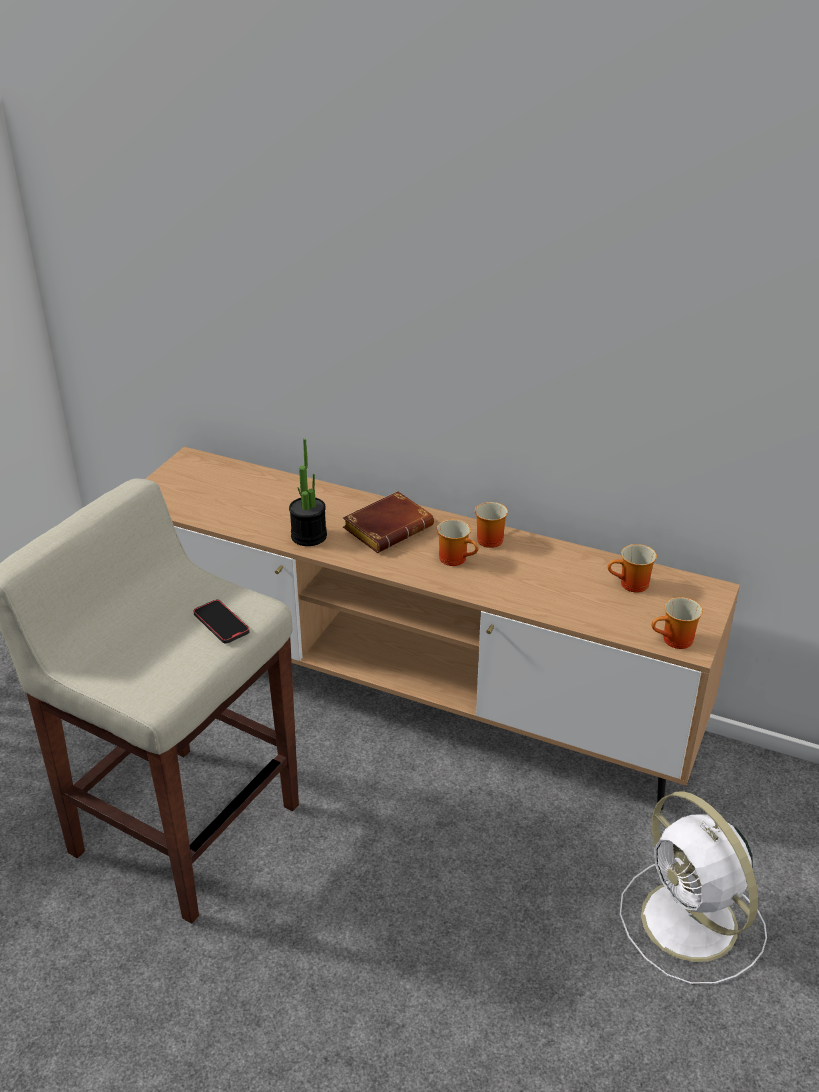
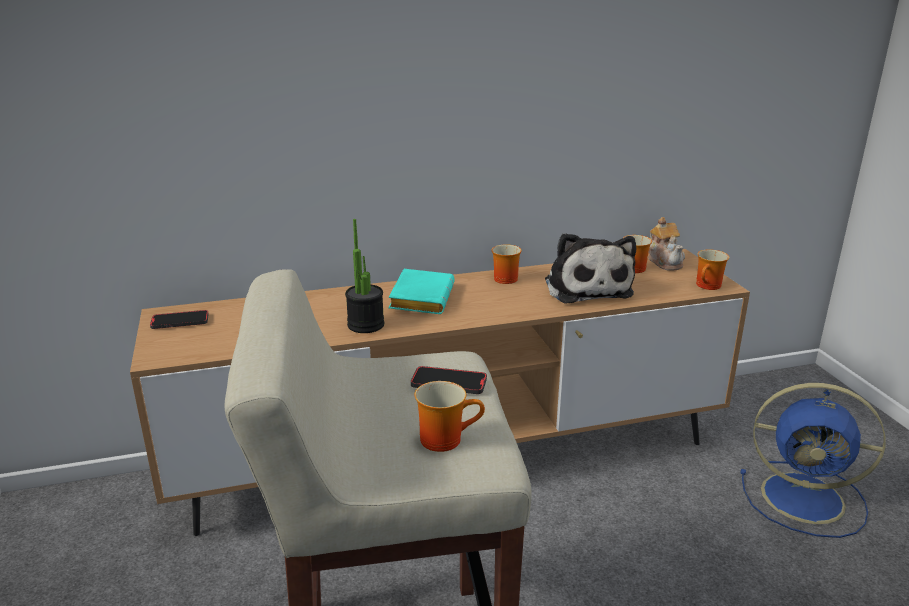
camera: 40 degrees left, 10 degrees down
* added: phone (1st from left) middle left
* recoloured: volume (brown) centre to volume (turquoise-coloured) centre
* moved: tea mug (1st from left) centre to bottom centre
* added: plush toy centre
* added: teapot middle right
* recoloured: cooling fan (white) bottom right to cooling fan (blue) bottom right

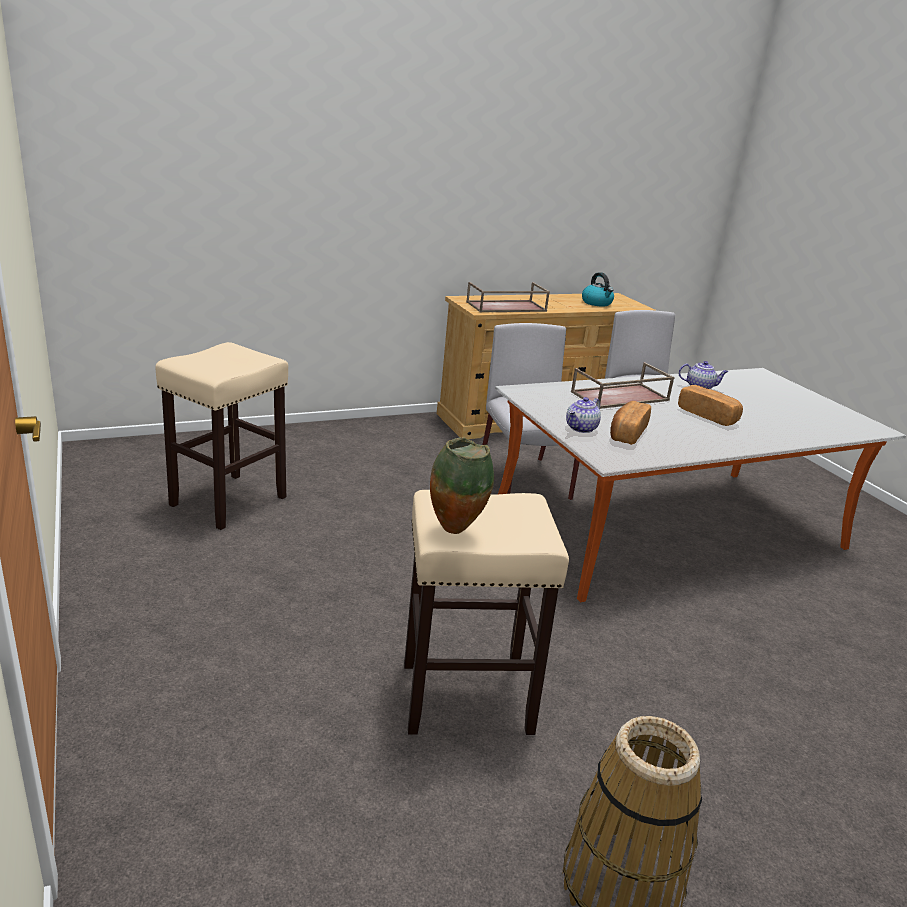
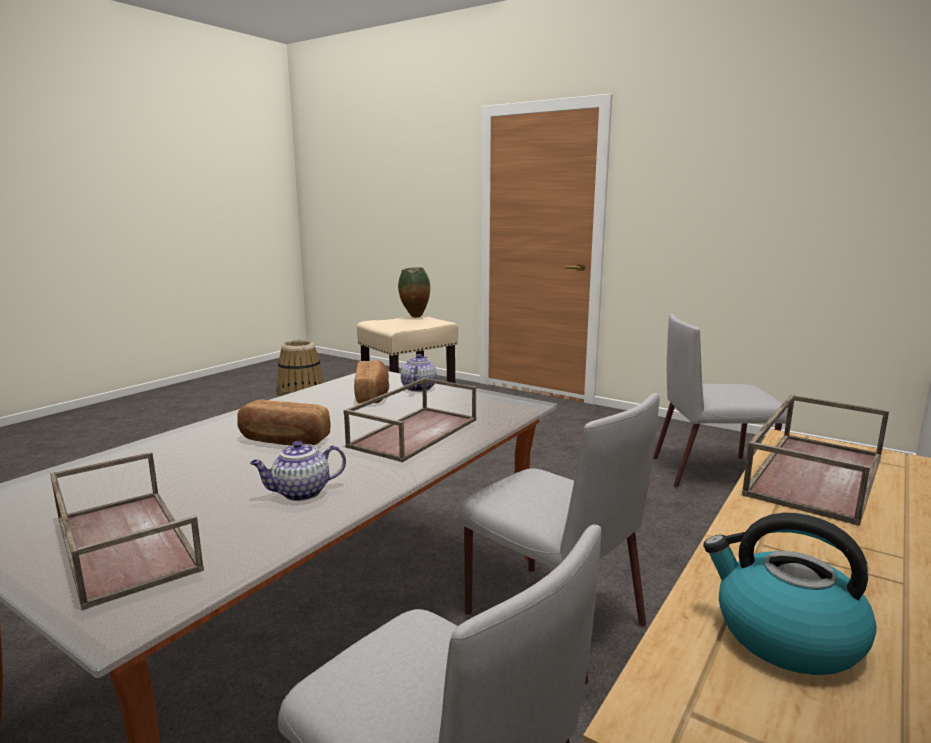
camera: 150 degrees right, 10 degrees down
* added: tray (brown) (1st from left) bottom left
* replaced: sitting stool (sand-coloured) (1st from left) middle left to upright chair (grey) (3rd from left) middle right

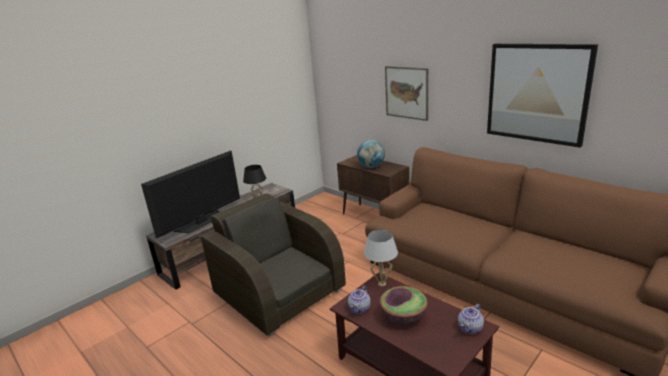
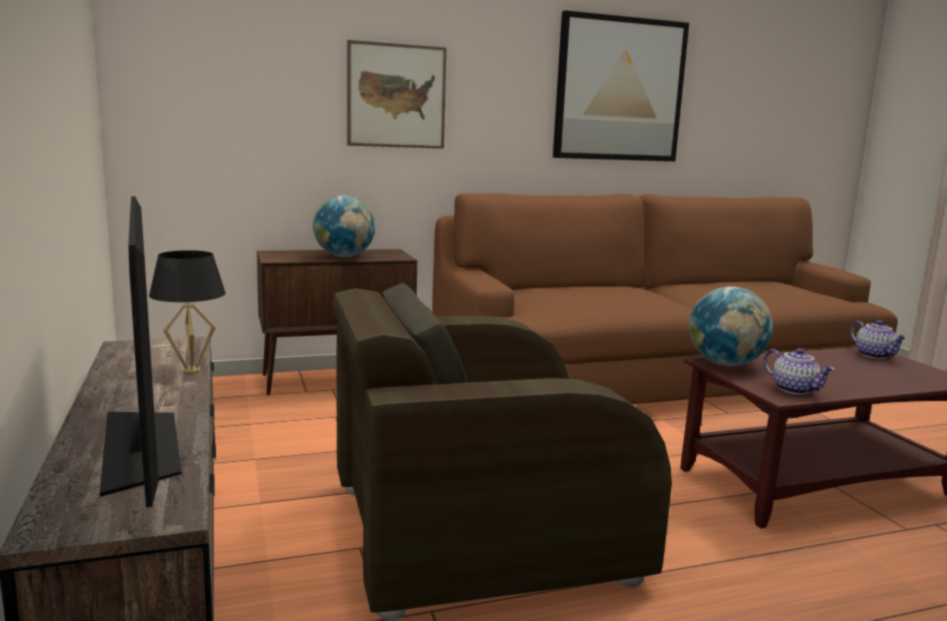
camera: 65 degrees left, 10 degrees down
* replaced: lamp for a table (white) bottom centre to globe (2nd from left) middle right
* removed: bowl bottom centre

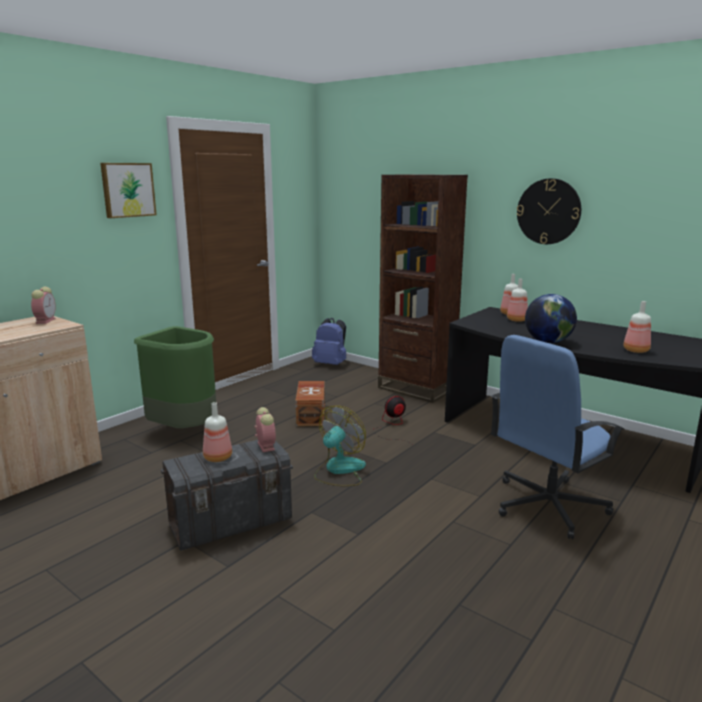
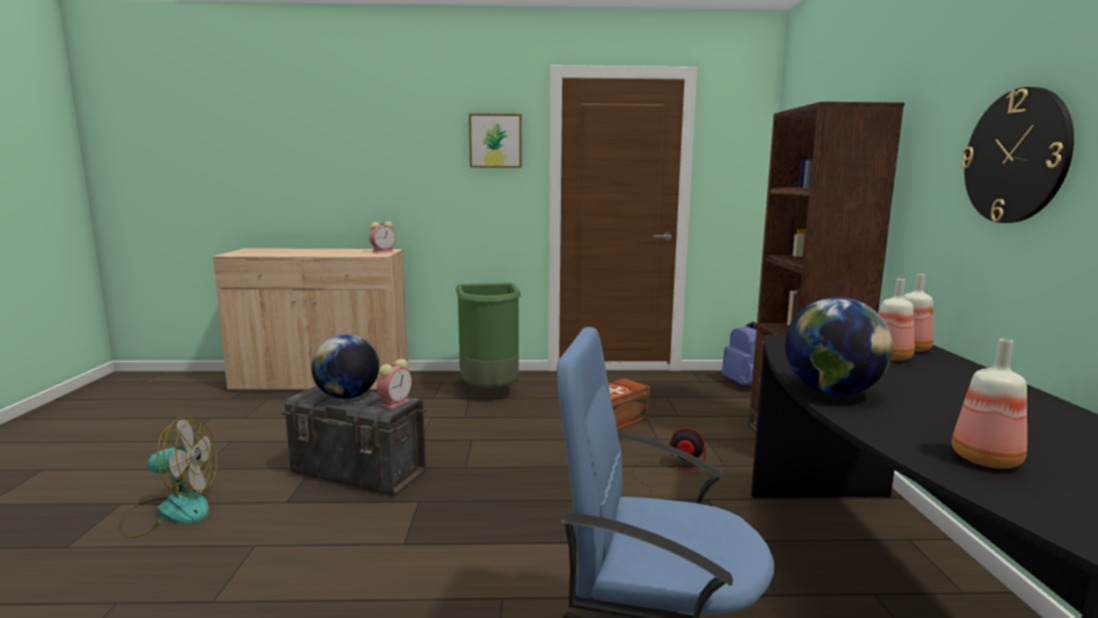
camera: 50 degrees right, 5 degrees down
* moved: cooling fan (1st from left) centre to bottom left
* replaced: drink bottle (1st from left) middle left to globe (1st from left) middle left

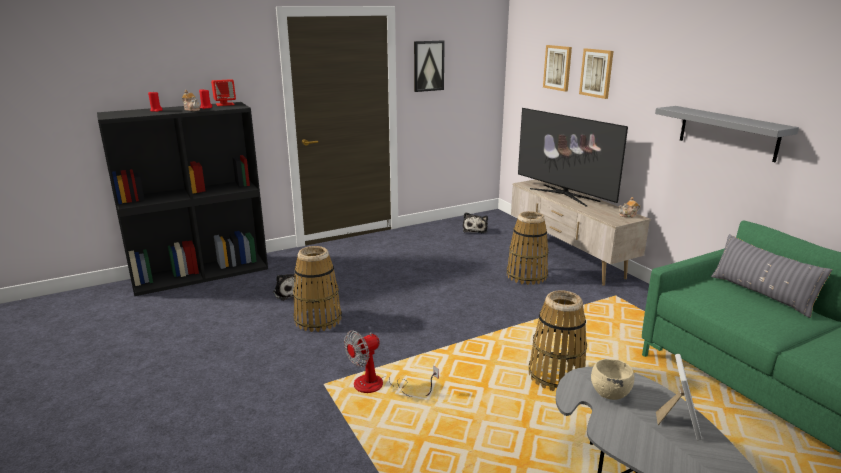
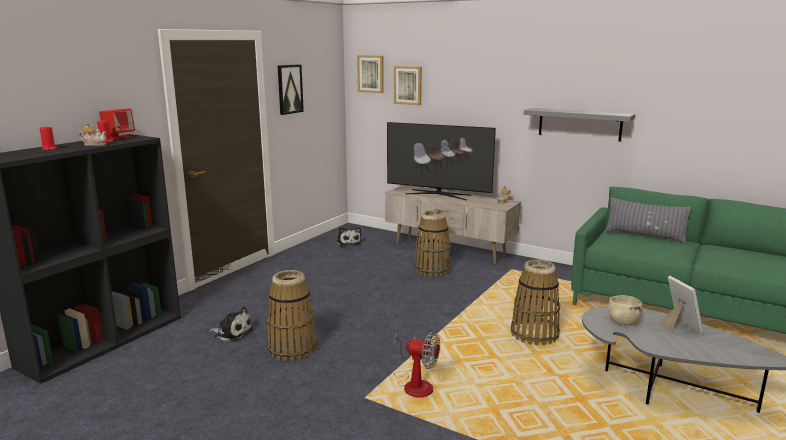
camera: 30 degrees left, 5 degrees down
* moved: wall picture (3rd from left in the first image) top right to wall picture (2nd from left) top centre
* turned: cooling fan bottom centre = bottom centre 90 degrees counterclockwise

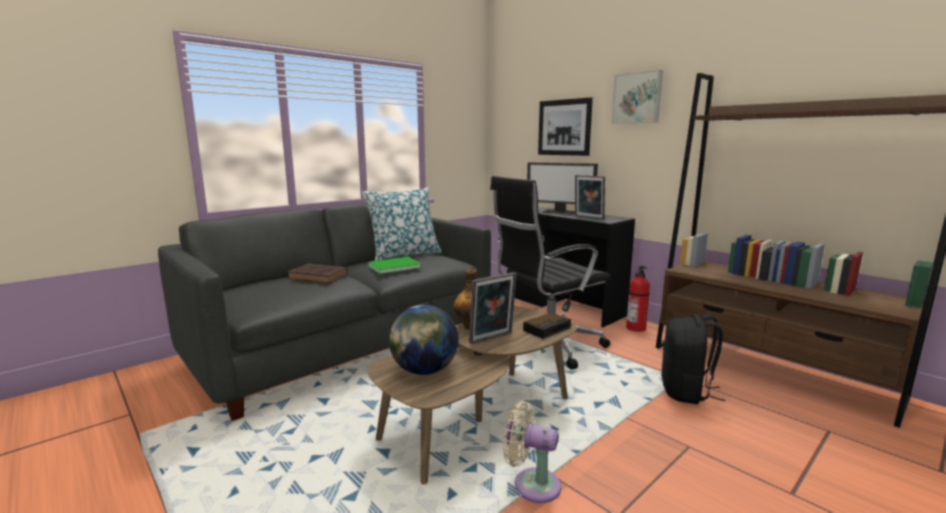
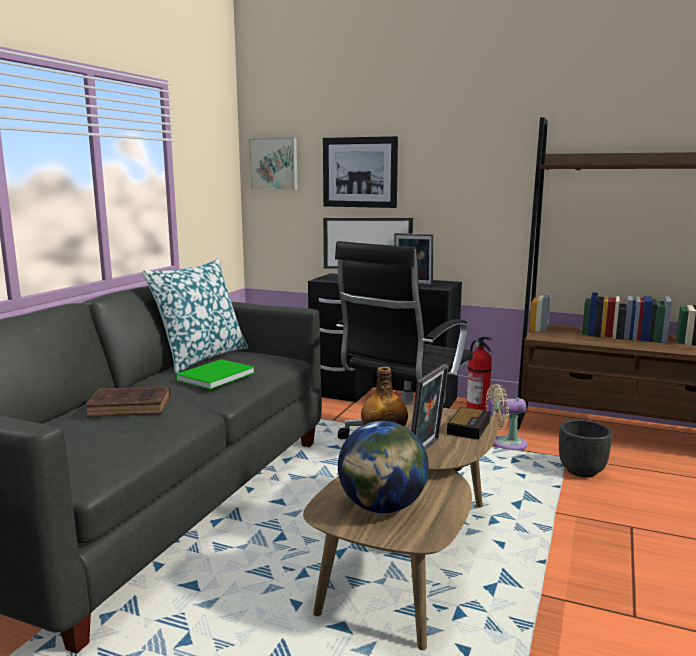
camera: 25 degrees left, 0 degrees up
* moved: wall picture (2nd from left in the first image) top right to wall picture (1st from left) top centre
* moved: cooling fan (sand-coloured) bottom centre to middle right
* replaced: knapsack (blackish) bottom right to plant pot (blackish) bottom right

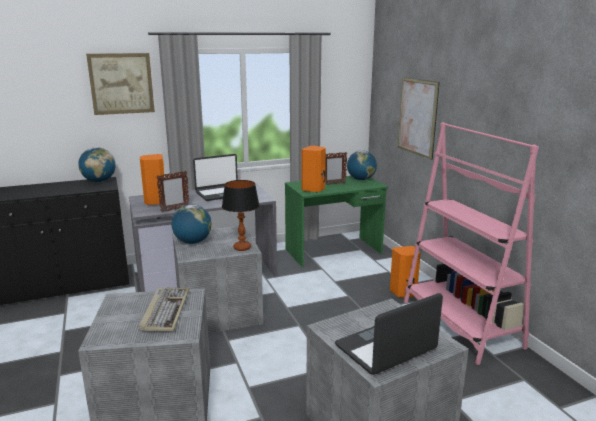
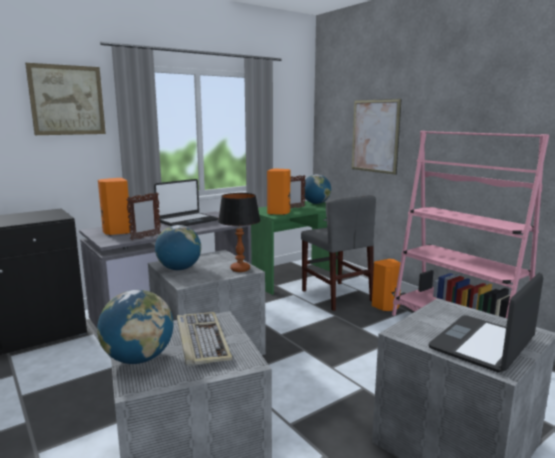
camera: 15 degrees left, 5 degrees down
* moved: globe (1st from left) middle left to bottom left
* added: upright chair (grey) centre

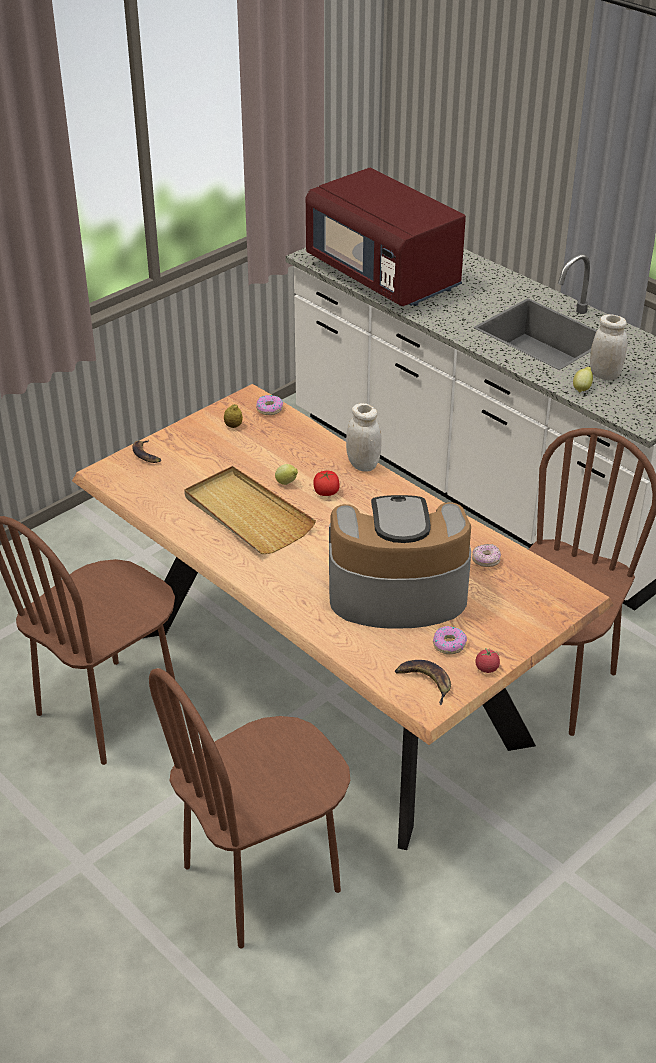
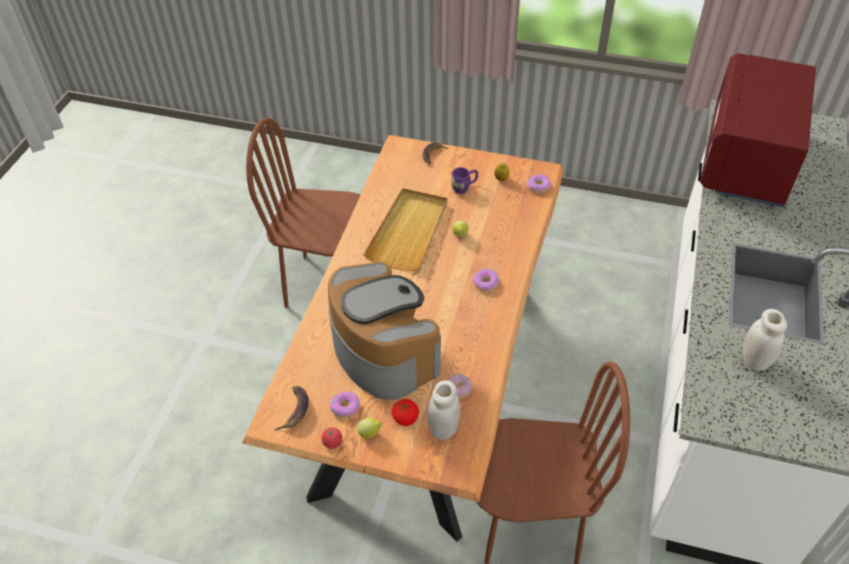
camera: 60 degrees right, 10 degrees up
* moved: citrus fruit (3rd from left in the first image) middle right to citrus fruit (1st from left) bottom centre
* moved: tomato (1st from left in the first image) centre to tomato (2nd from left) bottom centre
* moved: storage jar (white) (1st from left) centre to bottom centre
* added: tea mug (purple) top centre
* added: ring doughnut (3rd from left) centre
* removed: upright chair (brown) (2nd from left) bottom centre

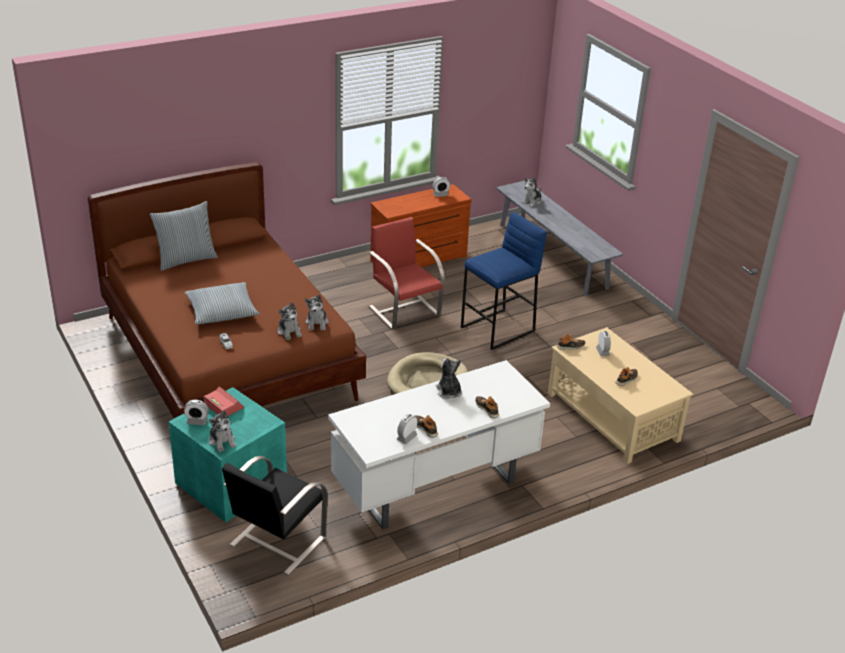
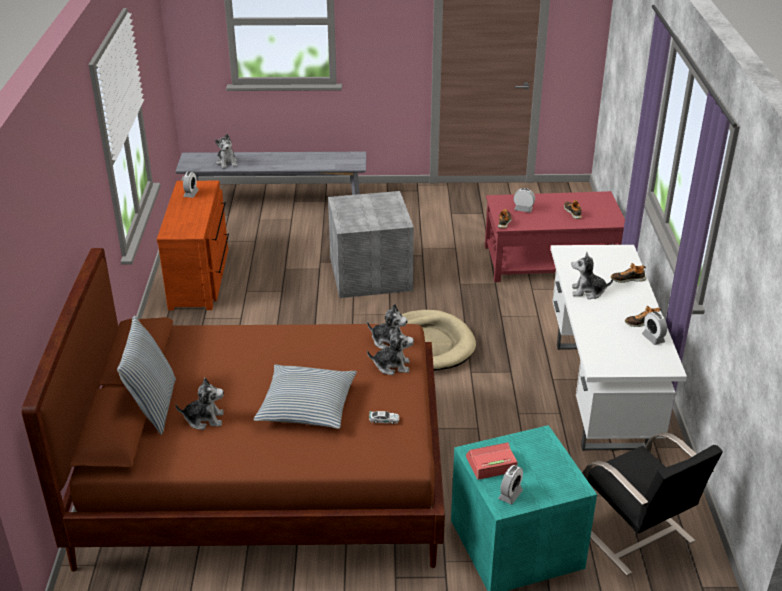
camera: 60 degrees left, 0 degrees up
* moved: plush toy (1st from left) middle left to bottom left
* replaced: sitting stool (blue) centre to storage box (grey) centre
* recoloured: coffee table (sand-coloured) middle right to coffee table (reddish) middle right
* removed: upright chair (reddish) centre

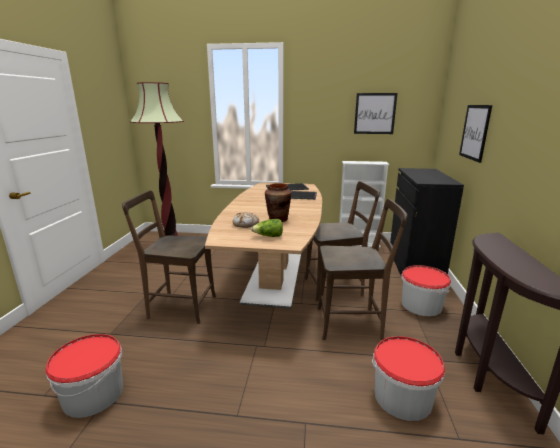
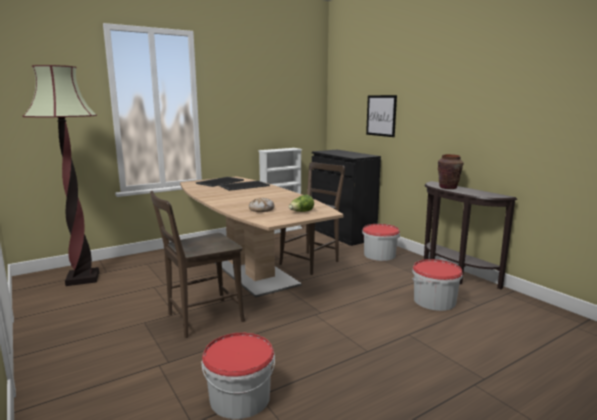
camera: 40 degrees left, 5 degrees down
* moved: flower vase (brown) centre to middle right
* removed: upright chair (brown) (3rd from left) centre
* removed: wall picture (1st from left) top right

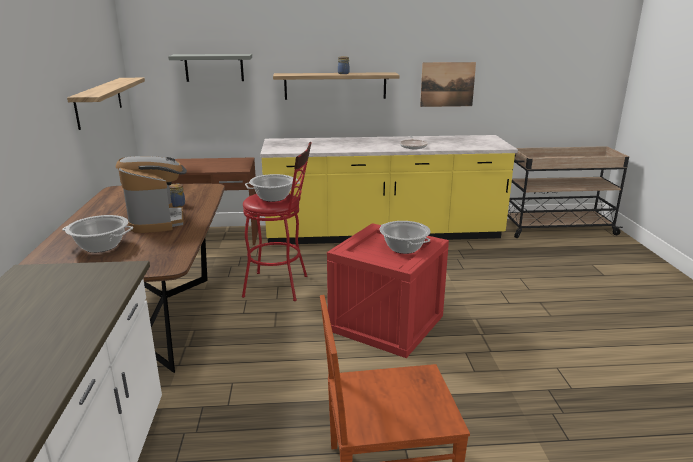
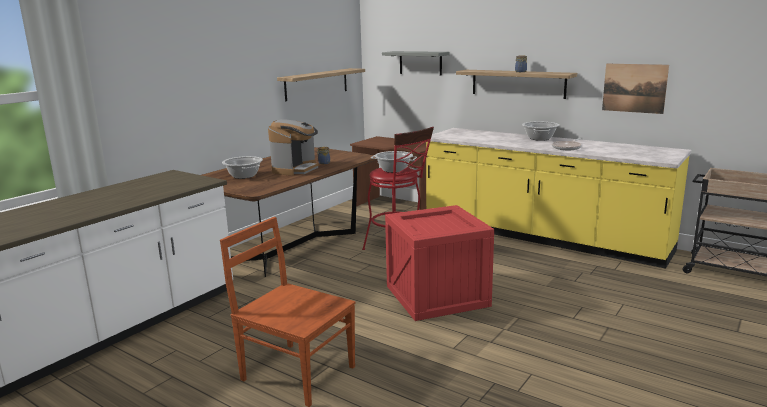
camera: 40 degrees right, 5 degrees down
* moved: stockpot (3rd from left) centre to top right

